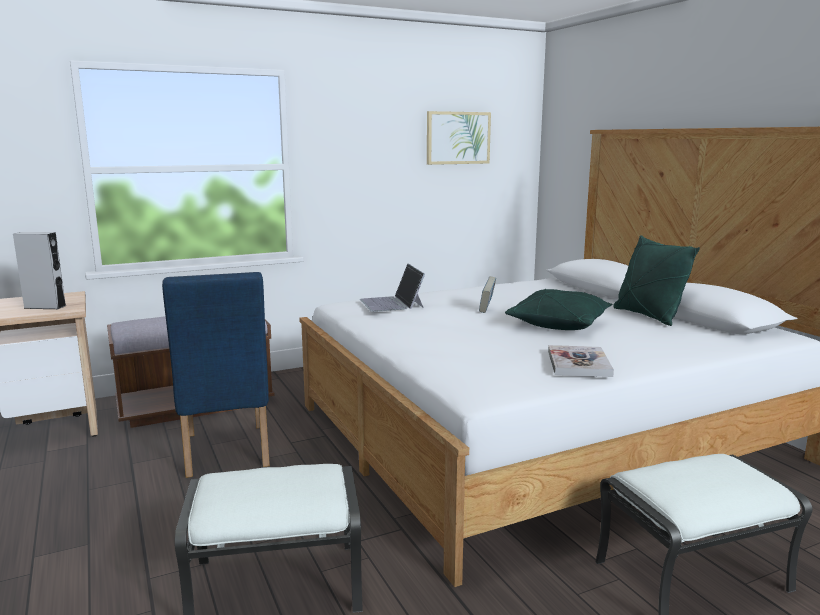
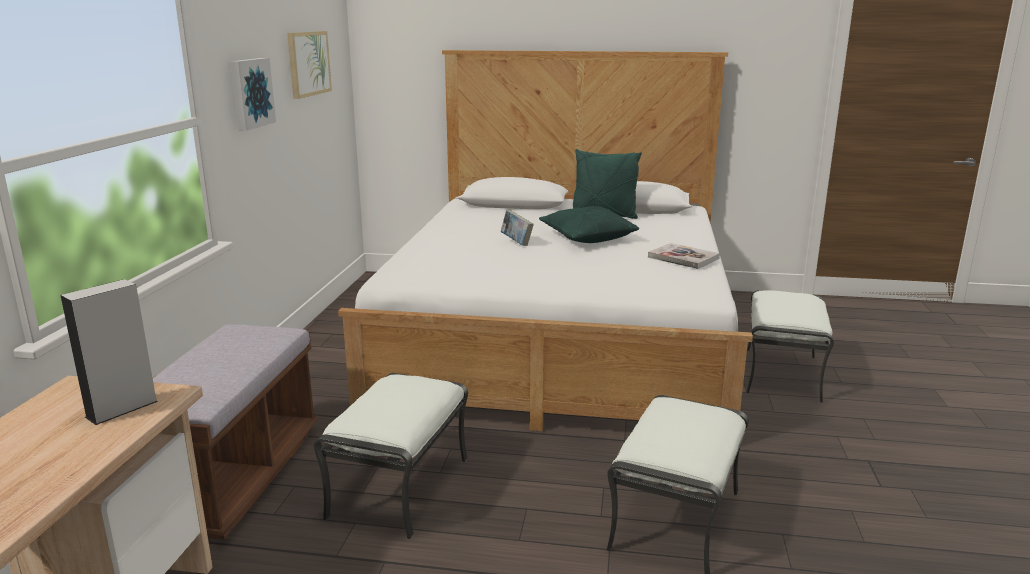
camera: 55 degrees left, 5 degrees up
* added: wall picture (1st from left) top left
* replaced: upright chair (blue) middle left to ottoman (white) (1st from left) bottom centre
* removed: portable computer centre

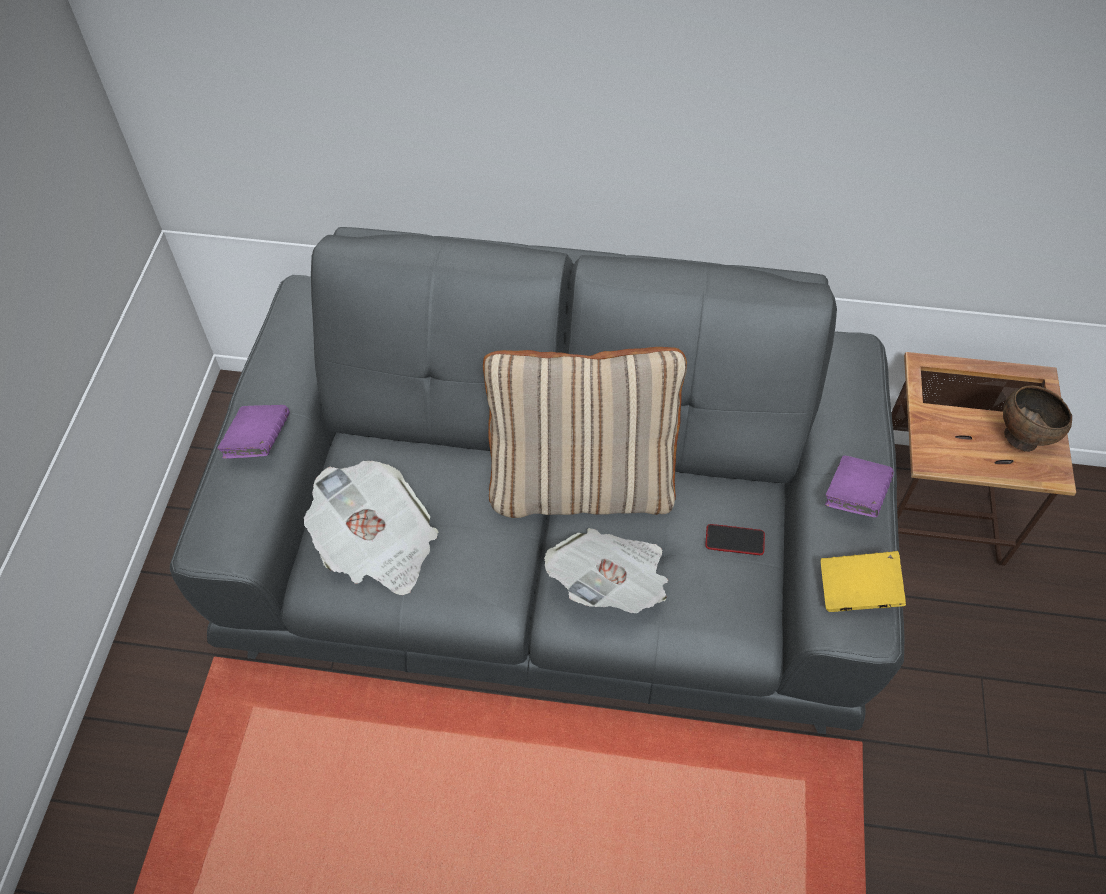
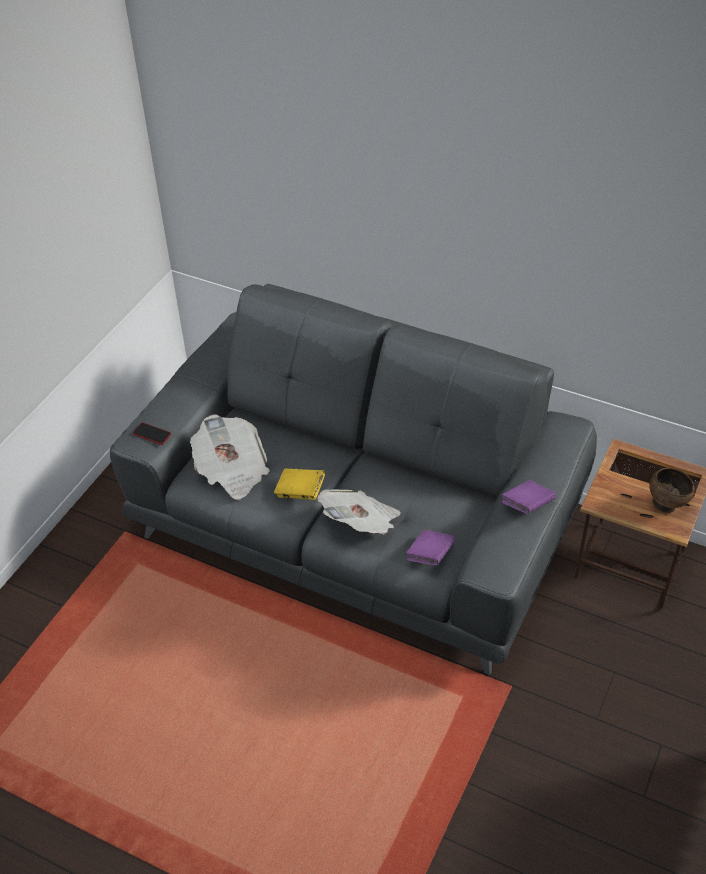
camera: 20 degrees right, 10 degrees down
* moved: phone centre to middle left
* moved: volume (yellow-coloured) middle right to centre
* moved: volume (purple) (1st from left) middle left to centre
* removed: pillow (sand-coloured) centre

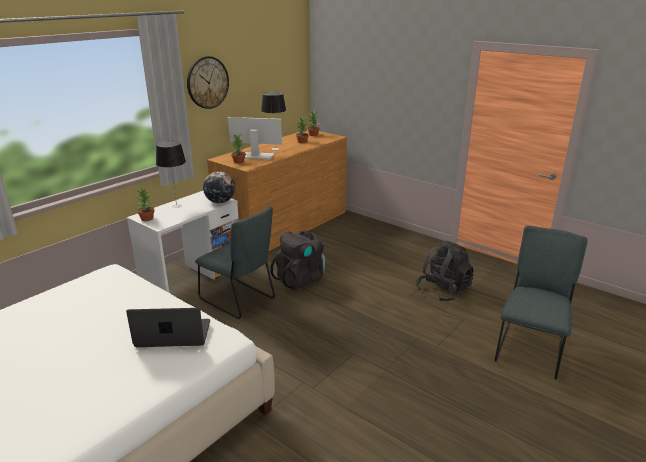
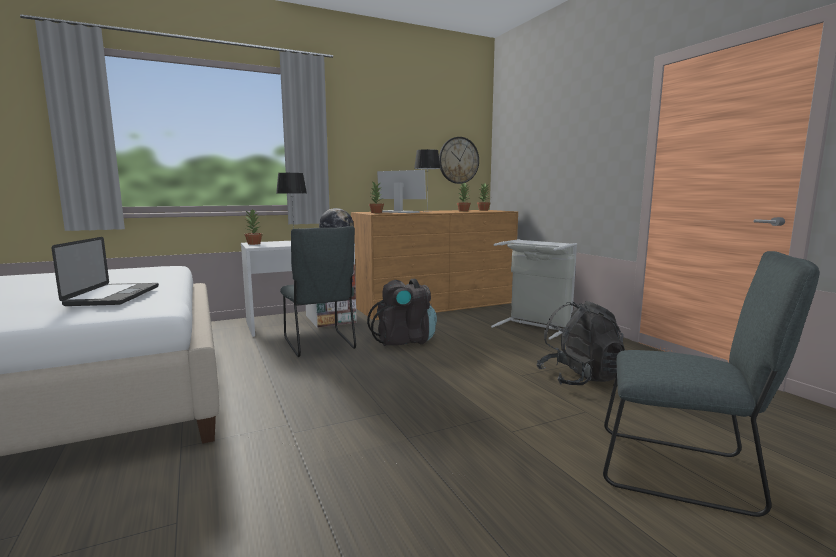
camera: 25 degrees right, 15 degrees down
* turned: portable computer bottom left = middle left 60 degrees clockwise
* moved: hanging clock top left to top centre
* added: washing basket (grey) centre
* turned: upright chair (grey) (2nd from left) middle right = bottom right 60 degrees clockwise

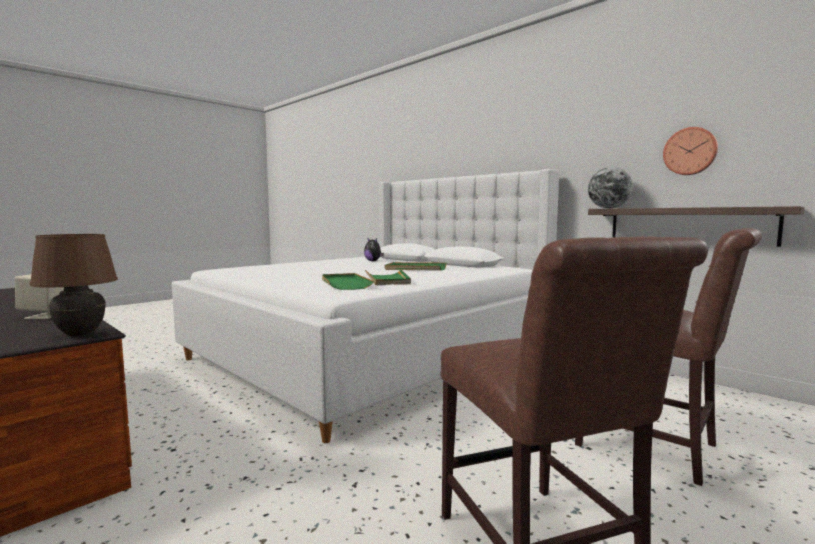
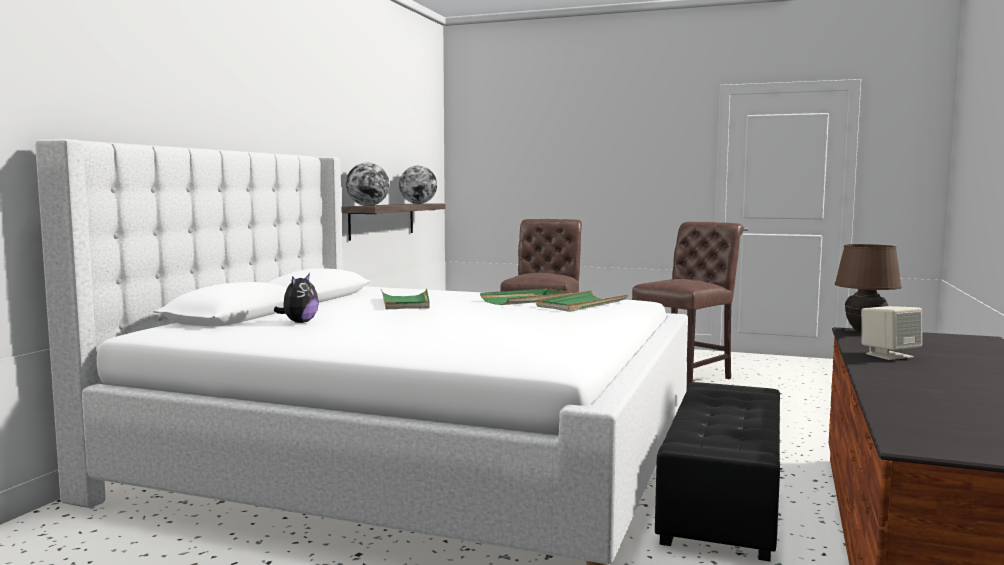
camera: 115 degrees left, 0 degrees up
* added: globe (2nd from left) top centre
* added: ottoman (blackish) bottom right
* removed: hanging clock top right

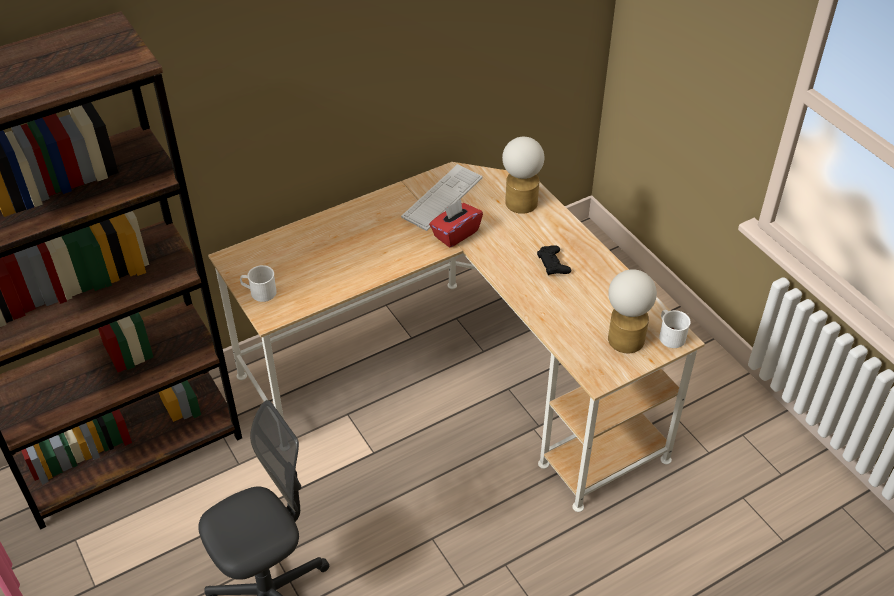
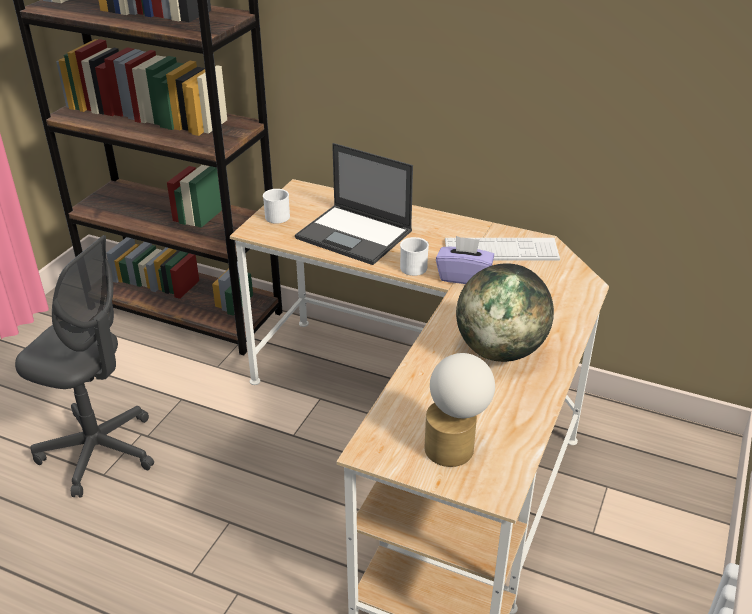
camera: 55 degrees right, 10 degrees down
* added: portable computer top centre
* moved: tea mug (white) (2nd from left) middle right to centre
* recoloured: box of tissues (reddish) centre to box of tissues (purple) centre
* replaced: game controller (blackish) centre to globe middle right
* removed: lamp for a table (1st from left) top centre

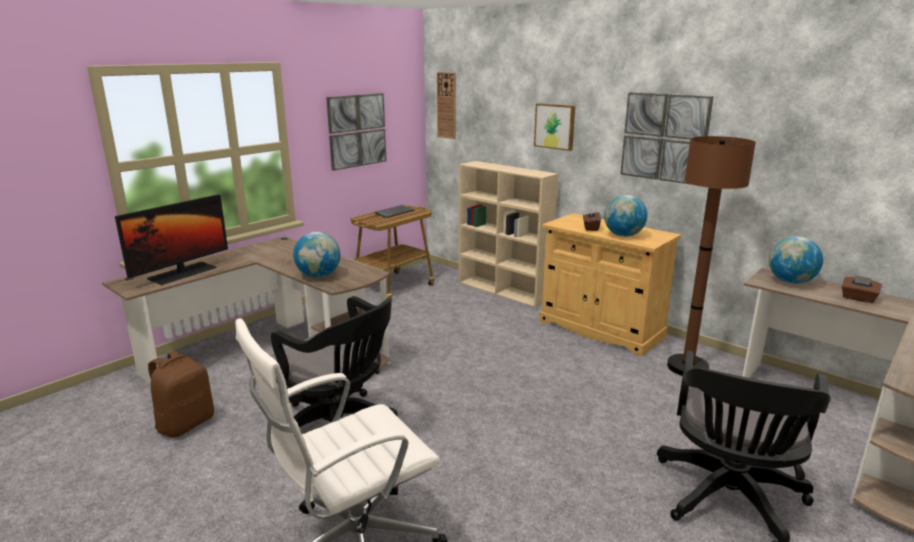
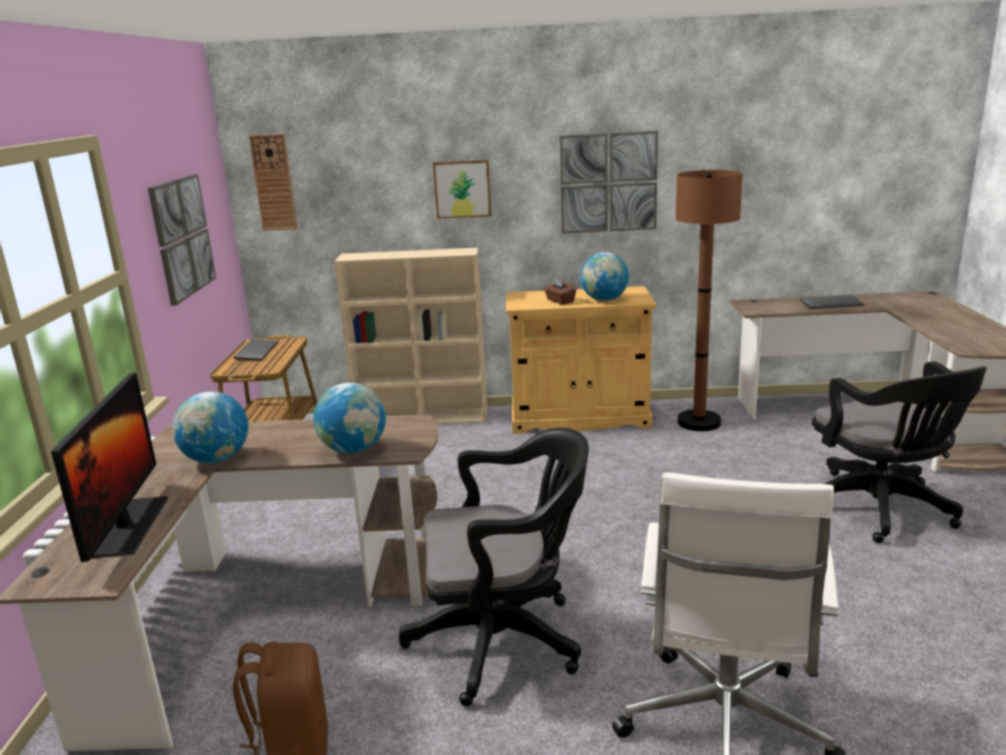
camera: 40 degrees left, 0 degrees up
* moved: globe (3rd from left in the first image) middle right to globe (1st from left) middle left
* replaced: box of tissues (brown) (2nd from left) middle right to keyboard (2nd from left) middle right

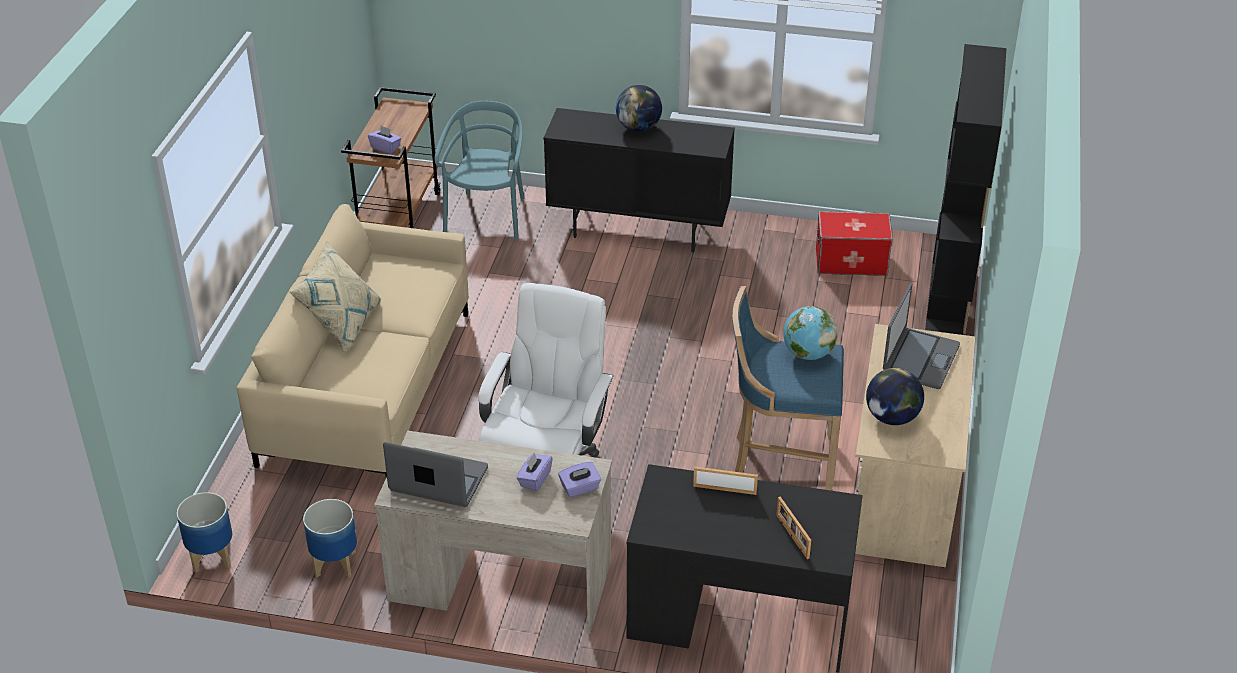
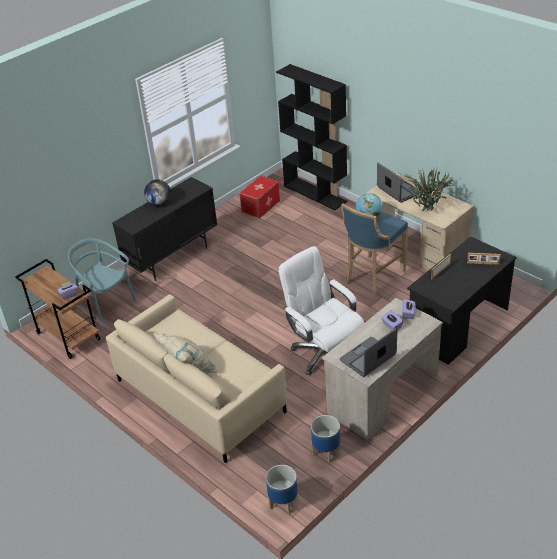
camera: 55 degrees left, 0 degrees up
* replaced: globe (3rd from left) middle right to plant in a pot middle right

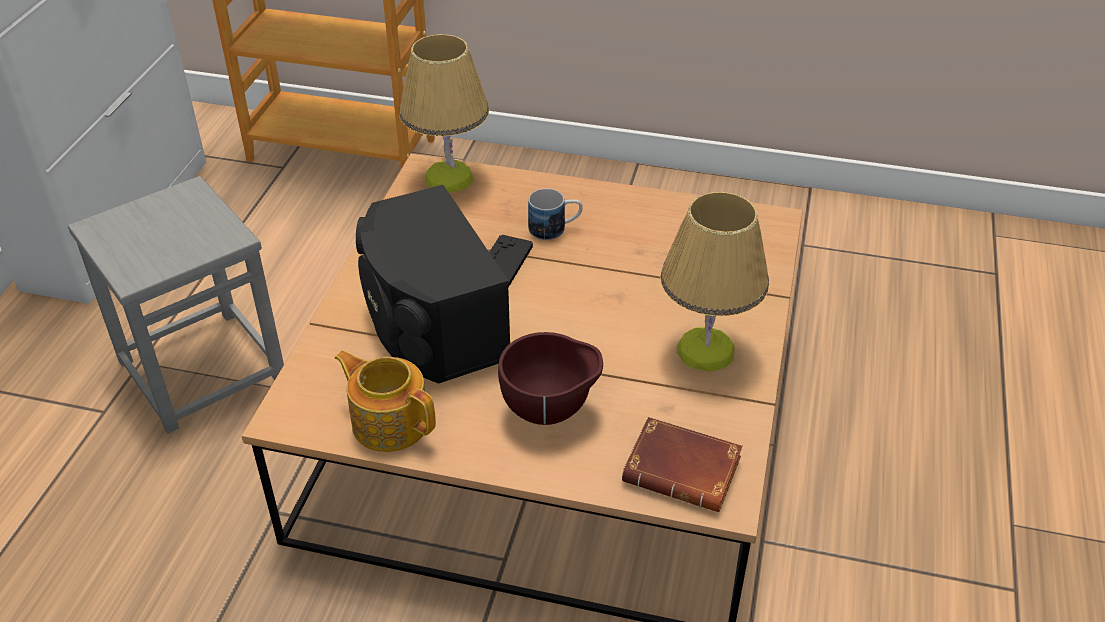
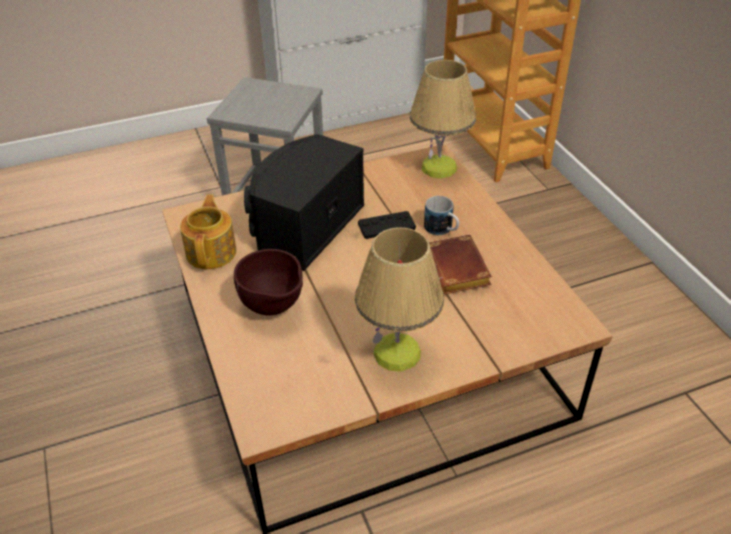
camera: 55 degrees right, 0 degrees up
* moved: volume (brown) bottom centre to centre

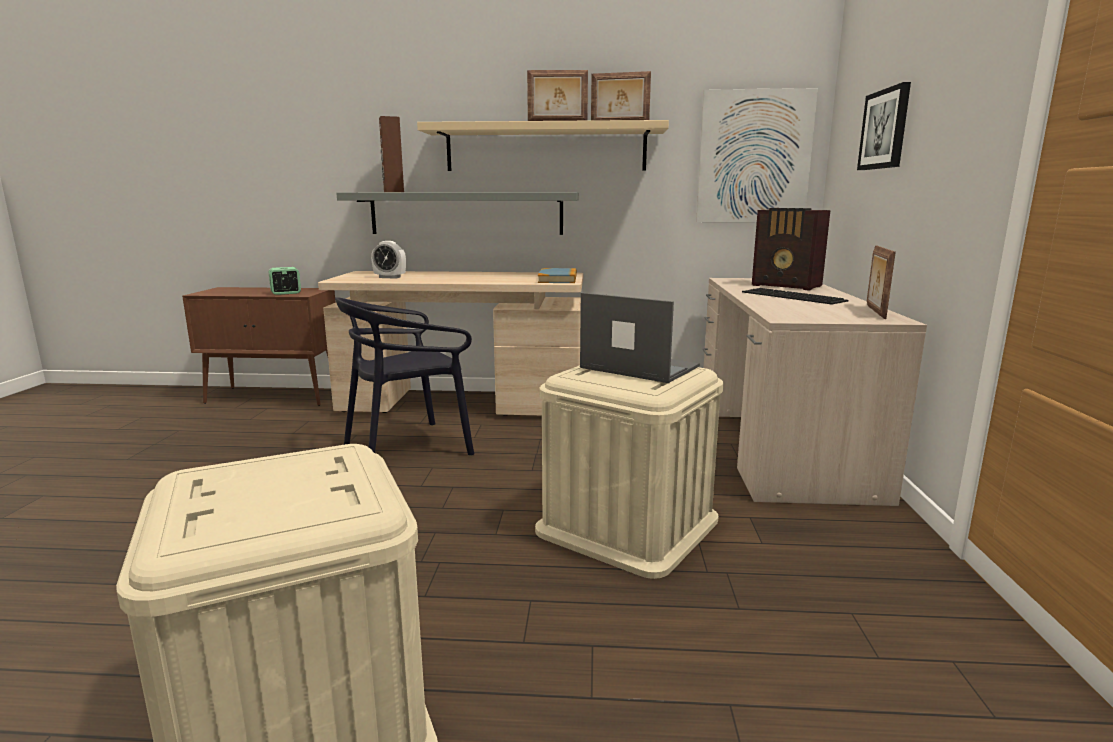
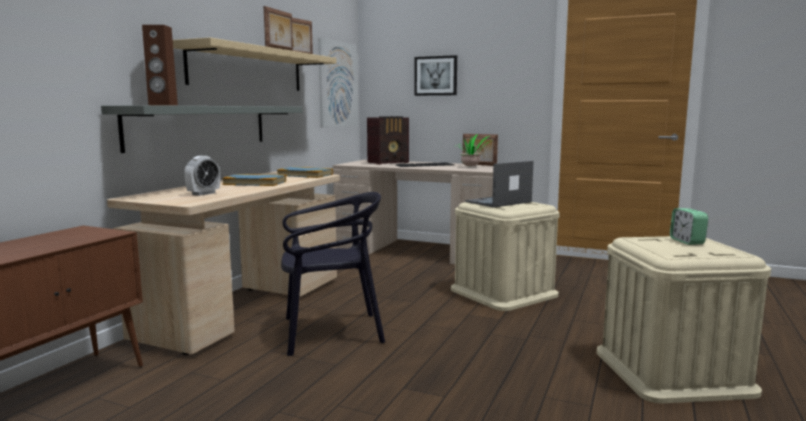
camera: 70 degrees left, 5 degrees down
* added: volume (1st from left) middle left
* turned: upright chair (blackish) centre = centre 90 degrees counterclockwise
* added: plant in a pot centre
* moved: table clock (1st from left in the first image) middle left to table clock (2nd from left) middle right

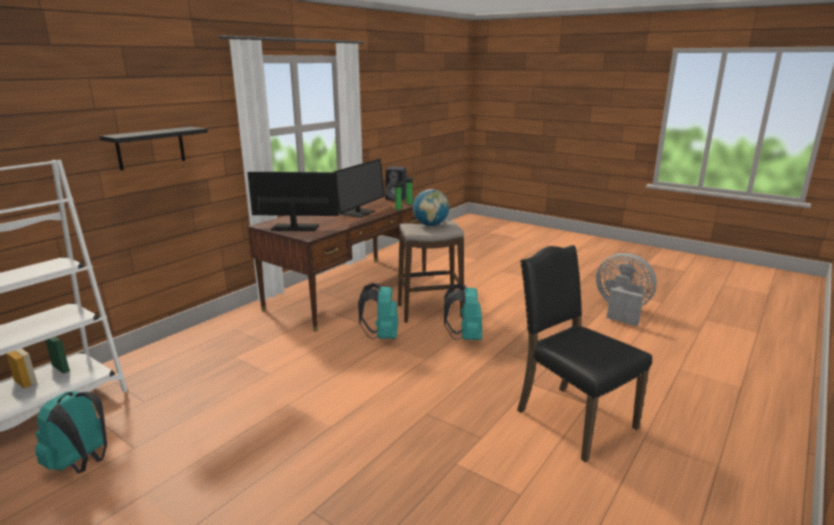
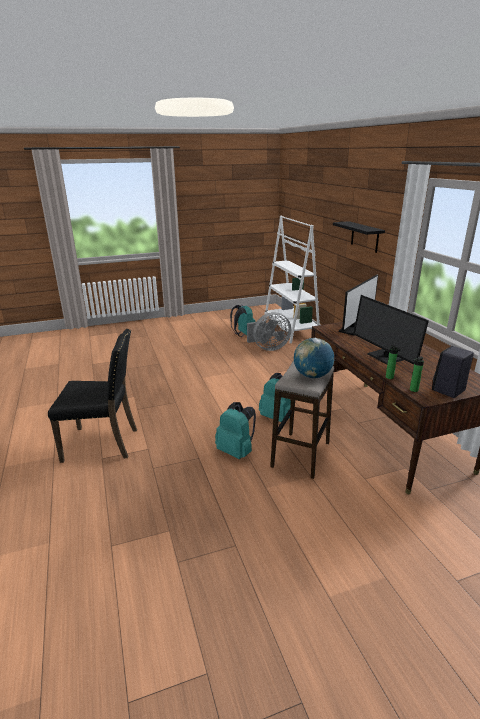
camera: 125 degrees right, 5 degrees up
* moved: cooling fan (grey) middle right to centre

